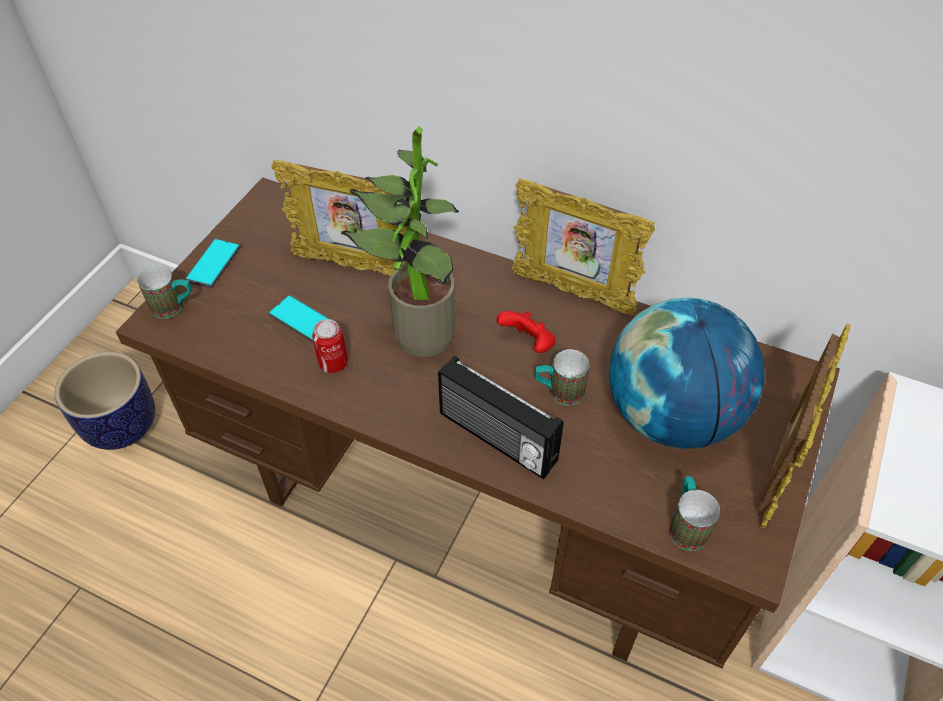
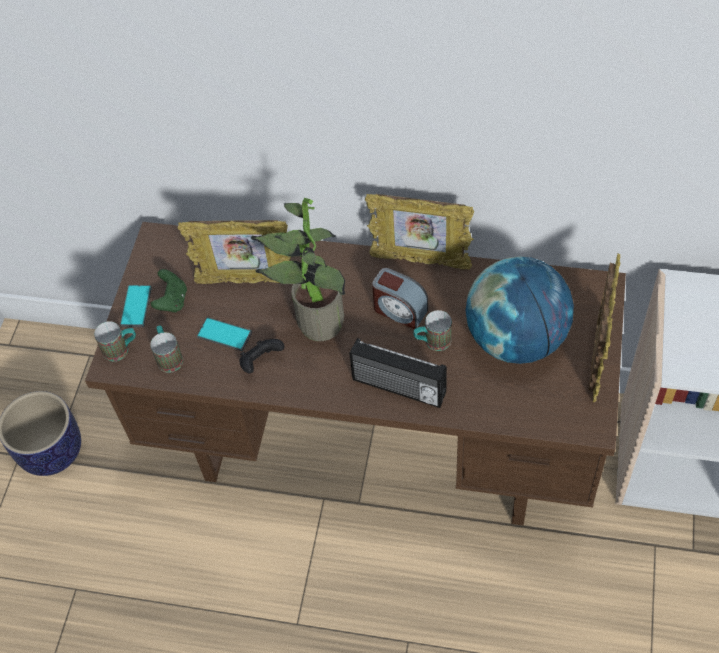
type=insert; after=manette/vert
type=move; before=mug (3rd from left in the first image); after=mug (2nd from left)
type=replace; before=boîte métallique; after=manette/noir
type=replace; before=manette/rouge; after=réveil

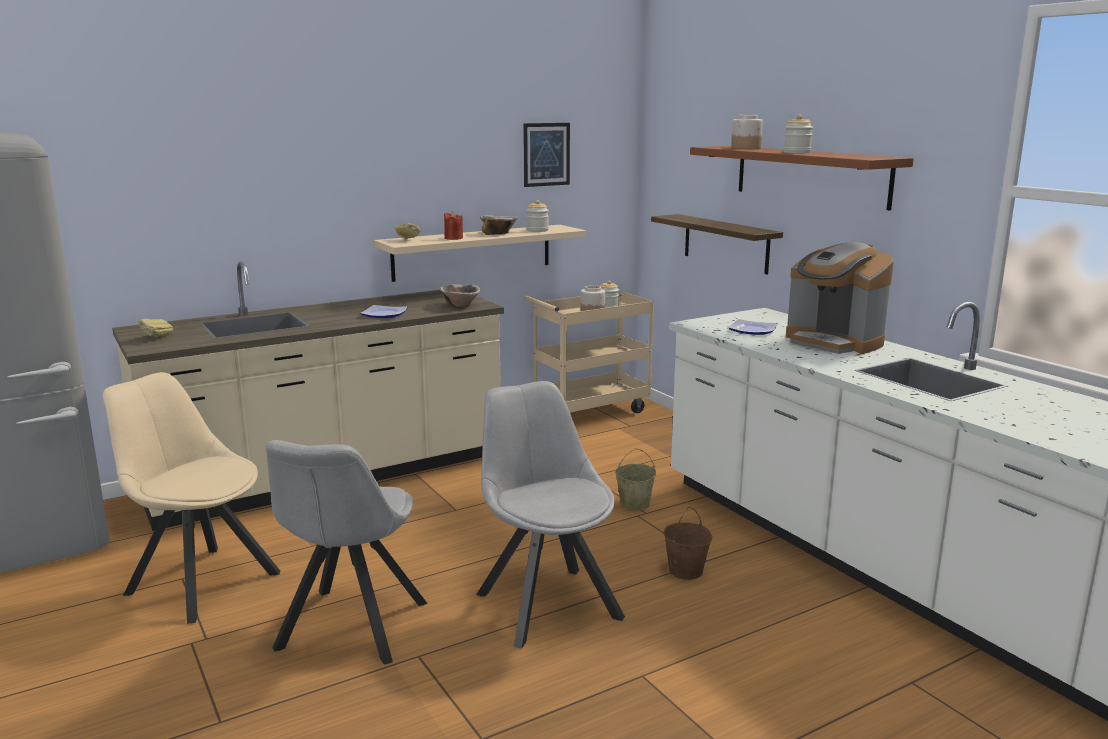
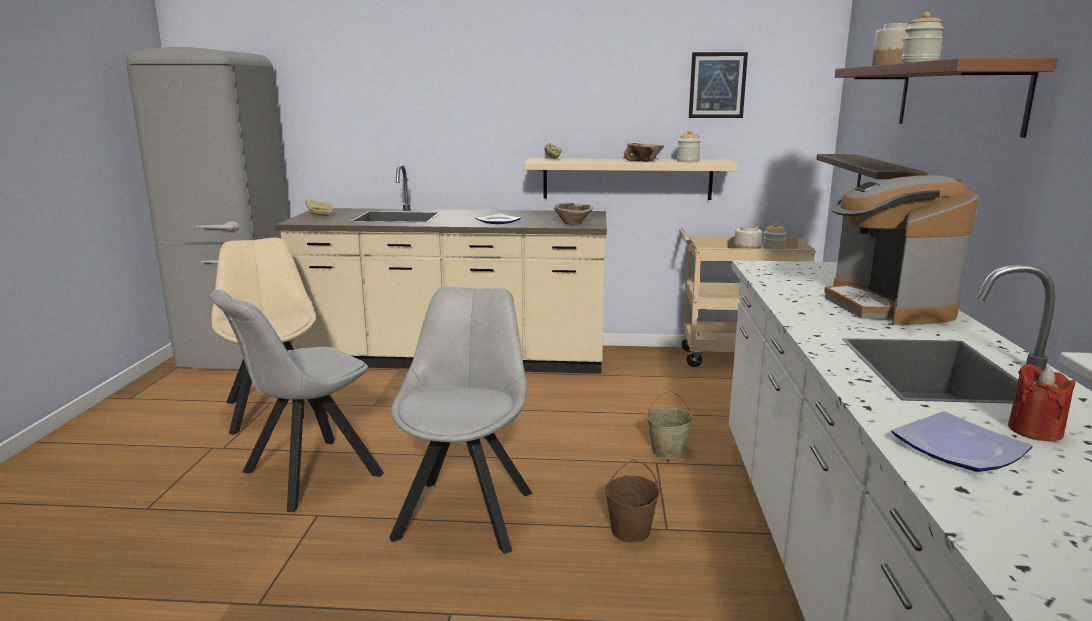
type=move; before=bougie/rouge
type=move; before=assiette (2nd from left)

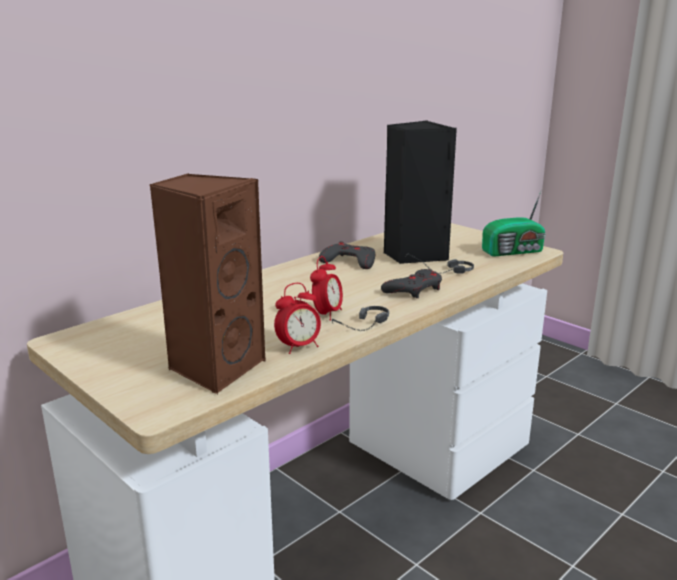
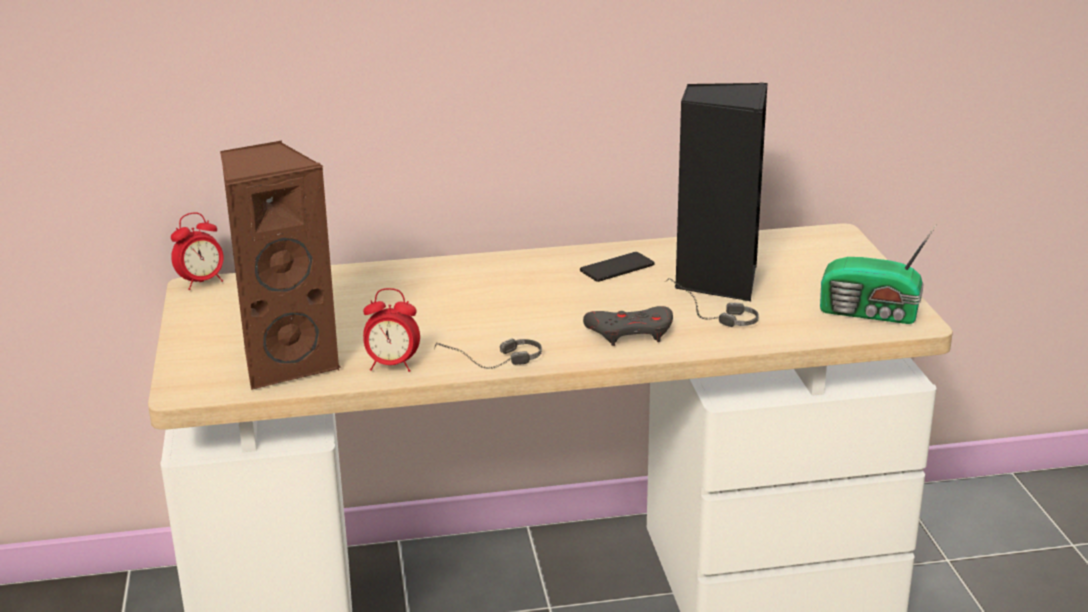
type=move; before=réveil (2nd from left in the first image); after=réveil (1st from left)
type=replace; before=manette/gris (1st from left); after=téléphone

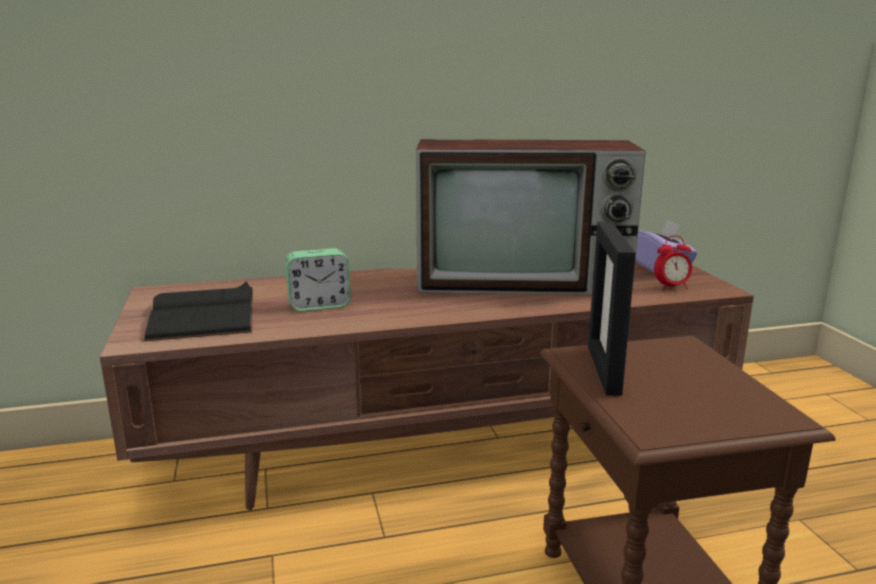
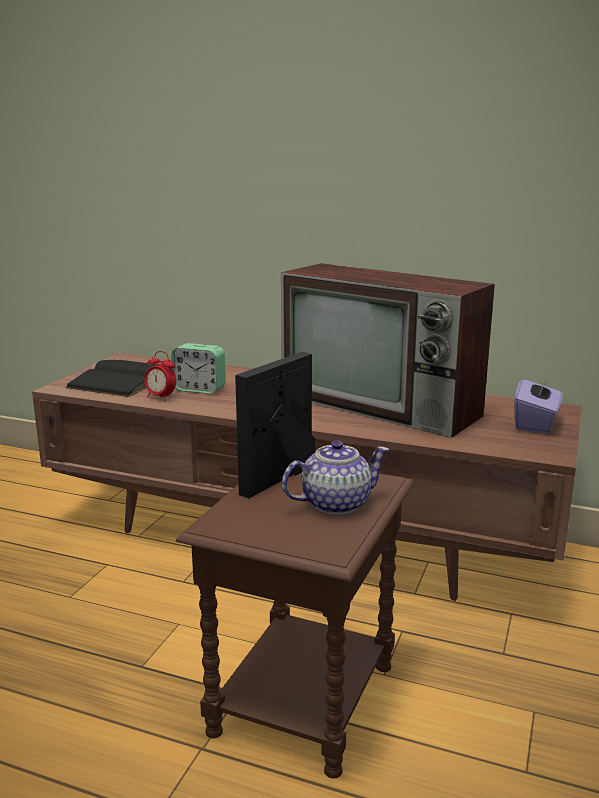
type=insert; after=théière
type=move; before=réveil (2nd from left in the first image); after=réveil (1st from left)

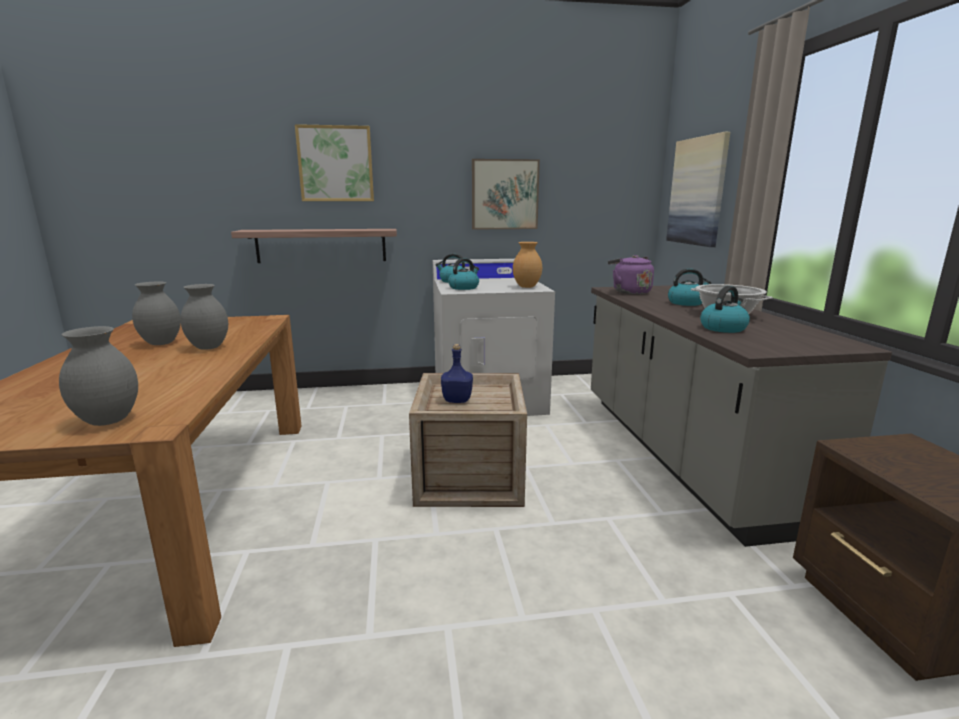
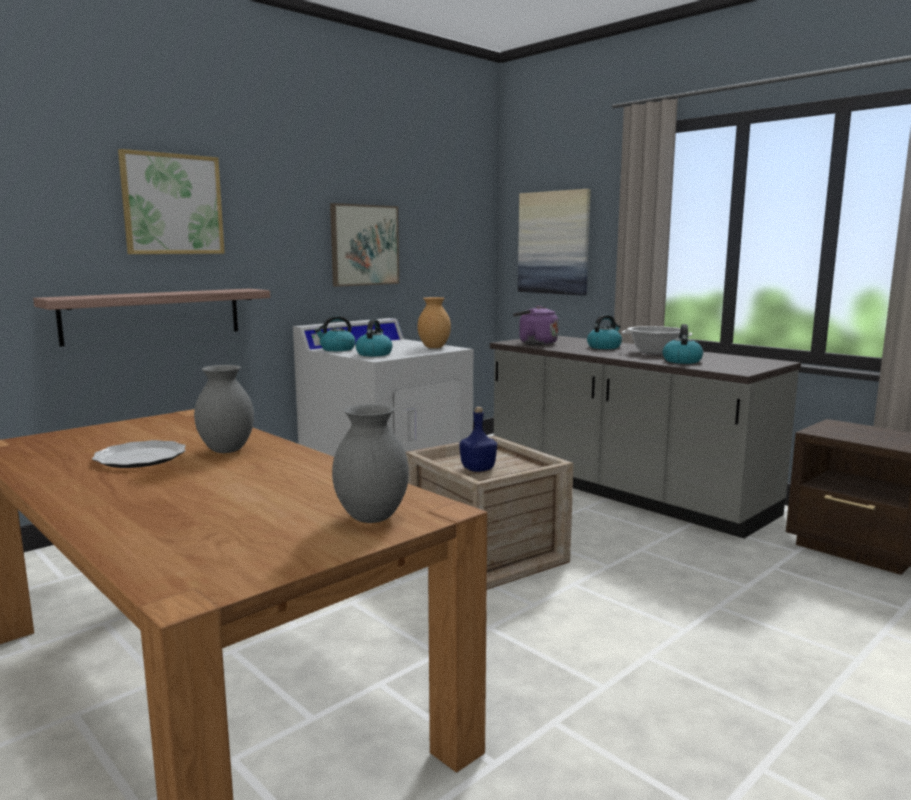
type=replace; before=vase/gris (2nd from left); after=assiette

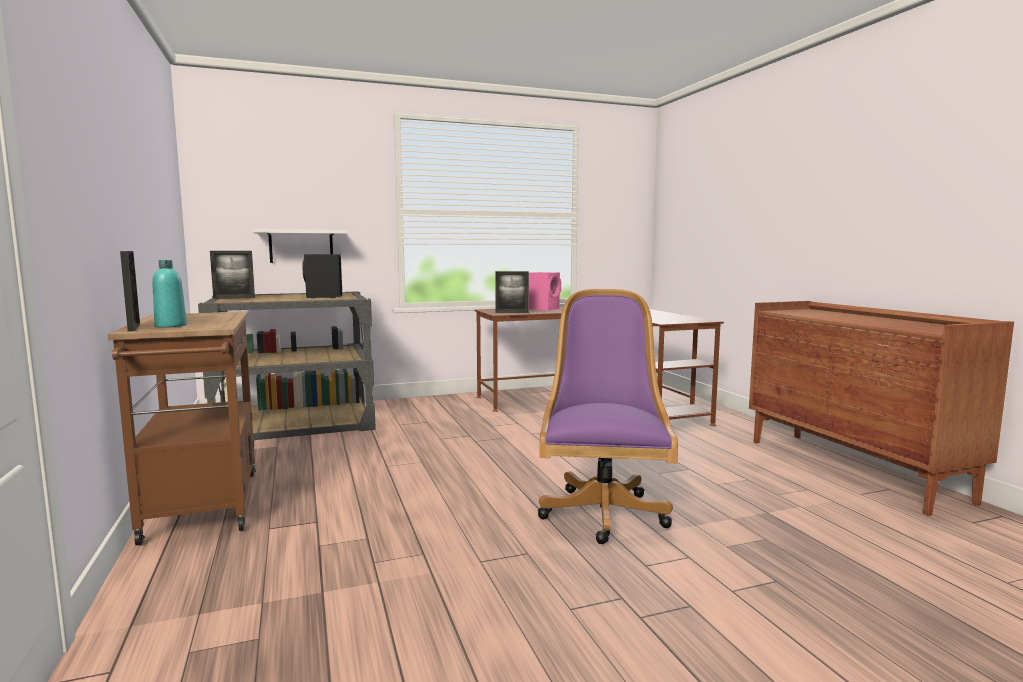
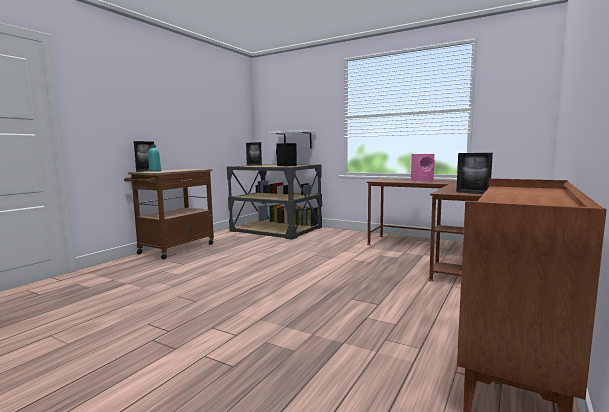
type=delete; before=chaise de bureau/violet
type=move; before=cadre photo (3rd from left)

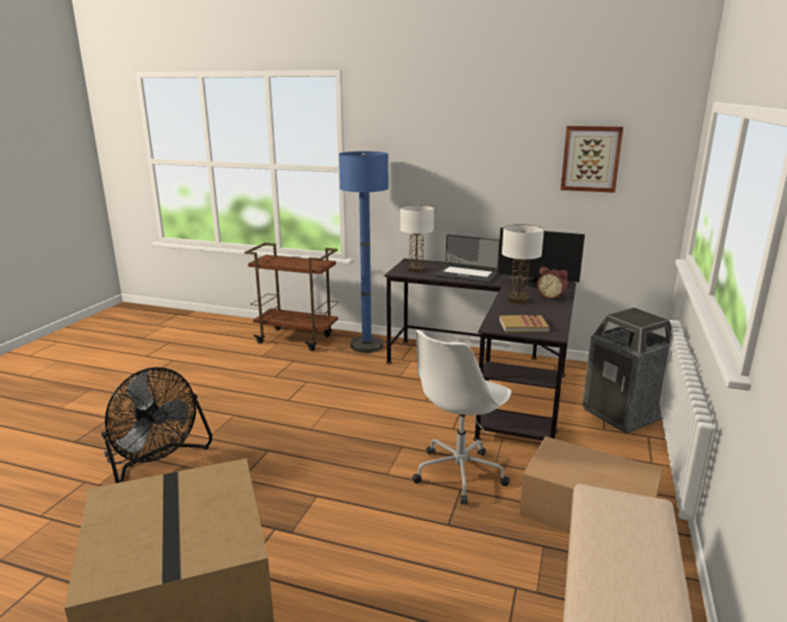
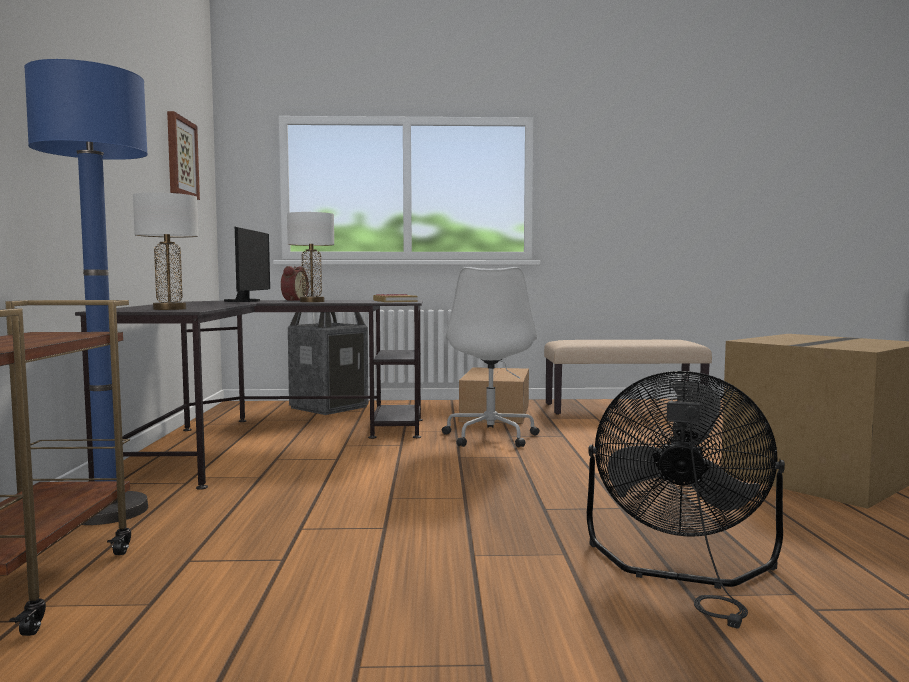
type=delete; before=ordinateur portable
type=rotate; before=chaise de bureau/blanc; turn=75

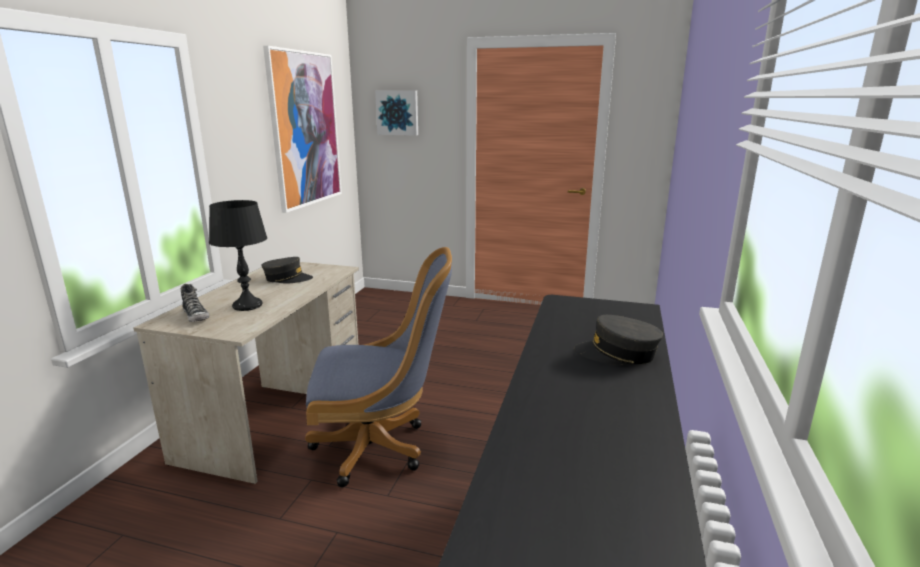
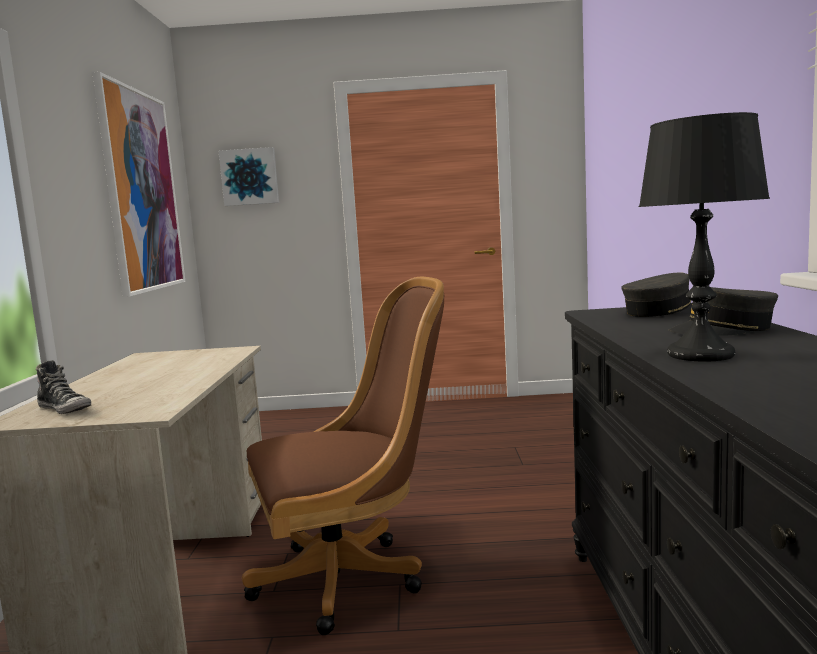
type=move; before=lampe de table/noir
type=move; before=casquette/gris (1st from left)
type=recolor; before=chaise de bureau/bleu; after=chaise de bureau/marron

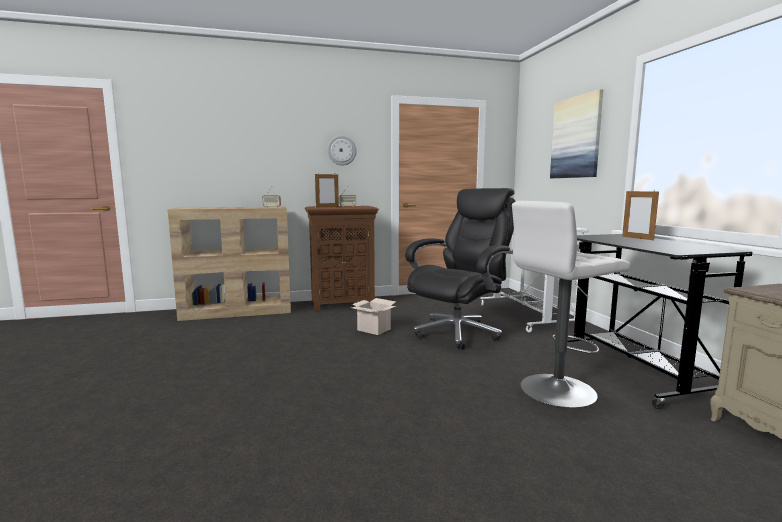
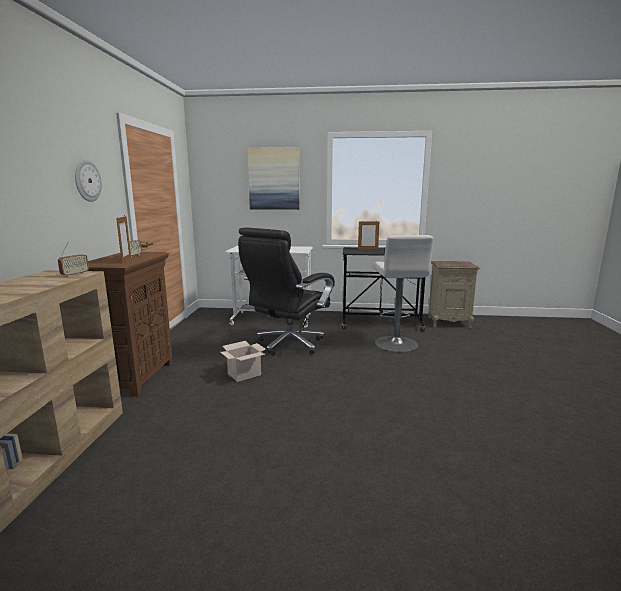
type=rotate; before=chaise de bureau/noir; turn=-120

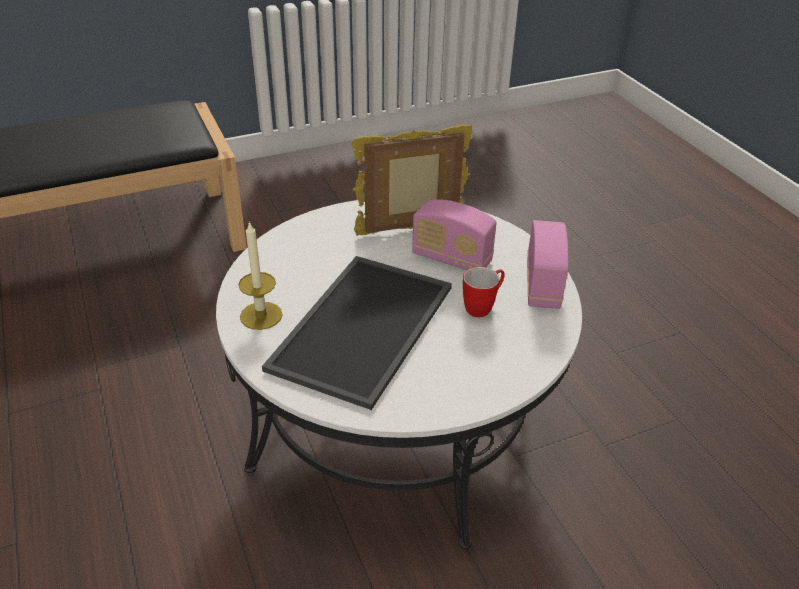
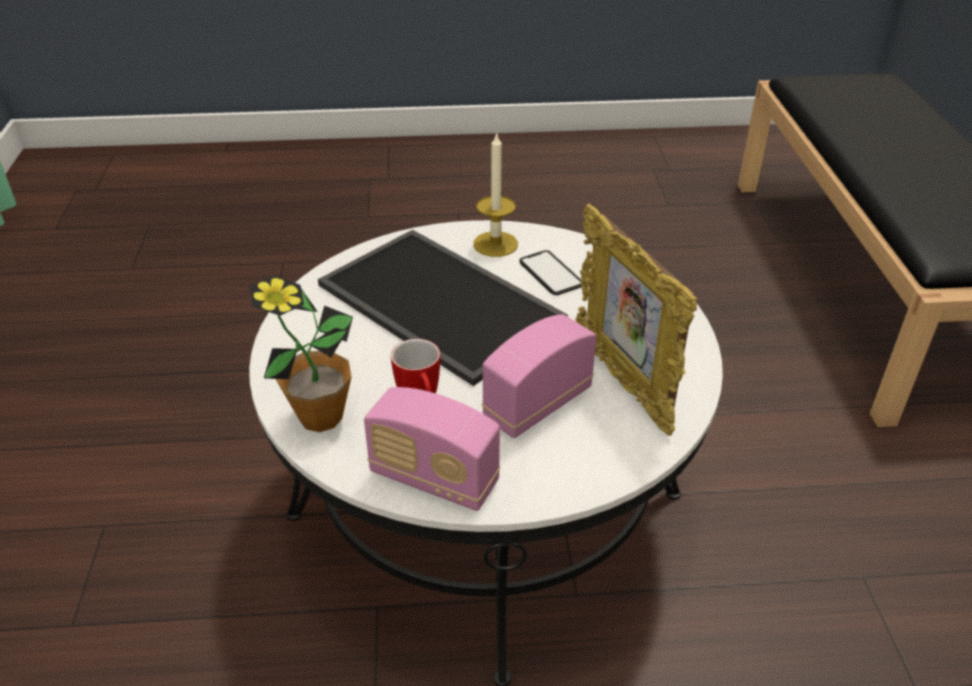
type=insert; after=plante en pot
type=insert; after=téléphone
type=rotate; before=cadre photo; turn=150

